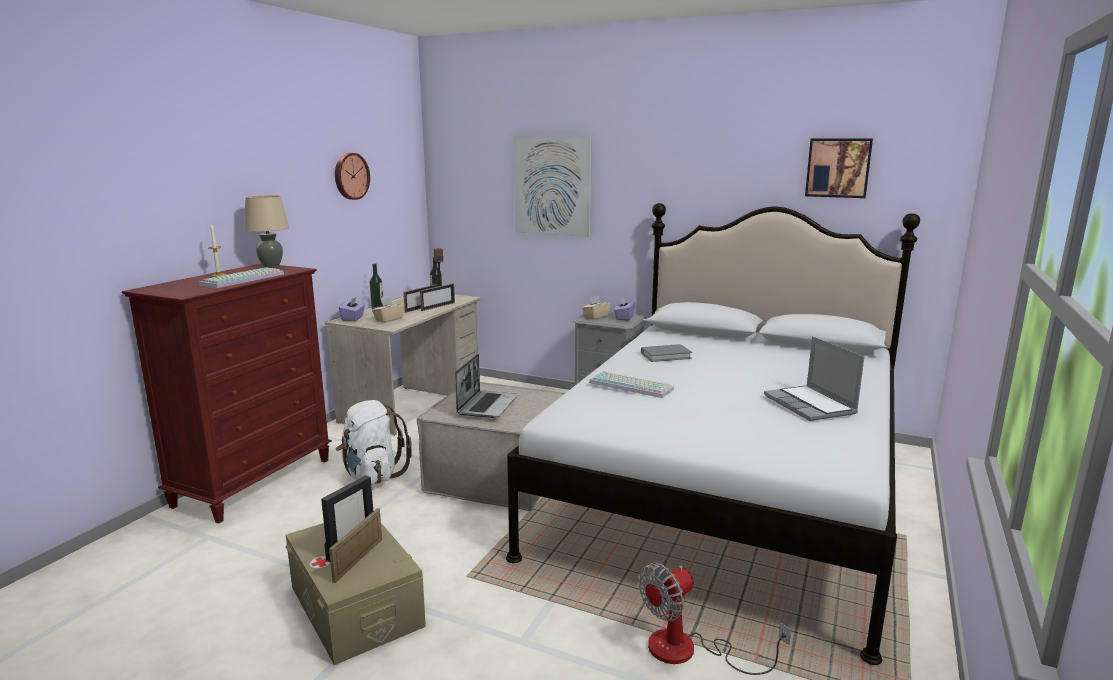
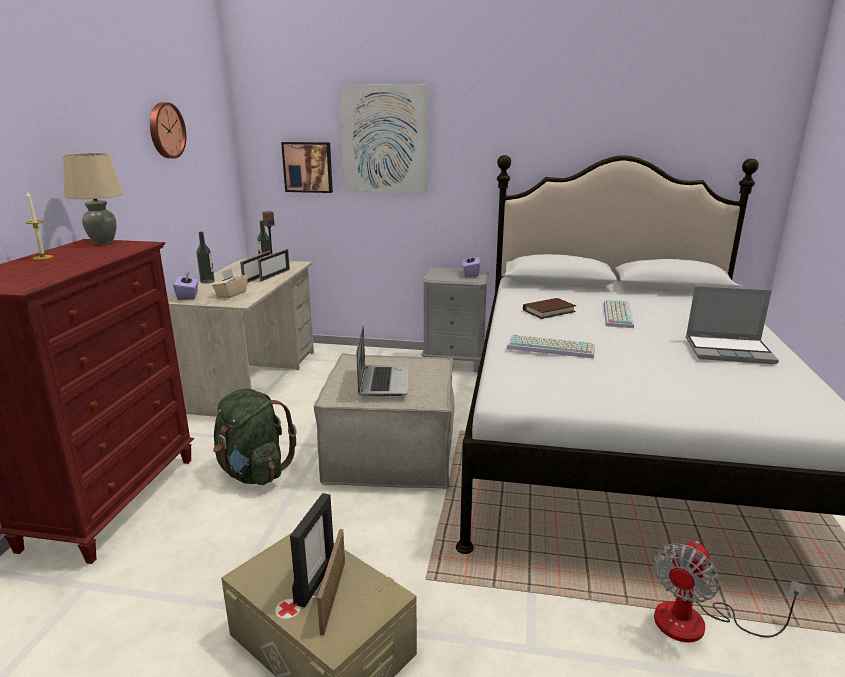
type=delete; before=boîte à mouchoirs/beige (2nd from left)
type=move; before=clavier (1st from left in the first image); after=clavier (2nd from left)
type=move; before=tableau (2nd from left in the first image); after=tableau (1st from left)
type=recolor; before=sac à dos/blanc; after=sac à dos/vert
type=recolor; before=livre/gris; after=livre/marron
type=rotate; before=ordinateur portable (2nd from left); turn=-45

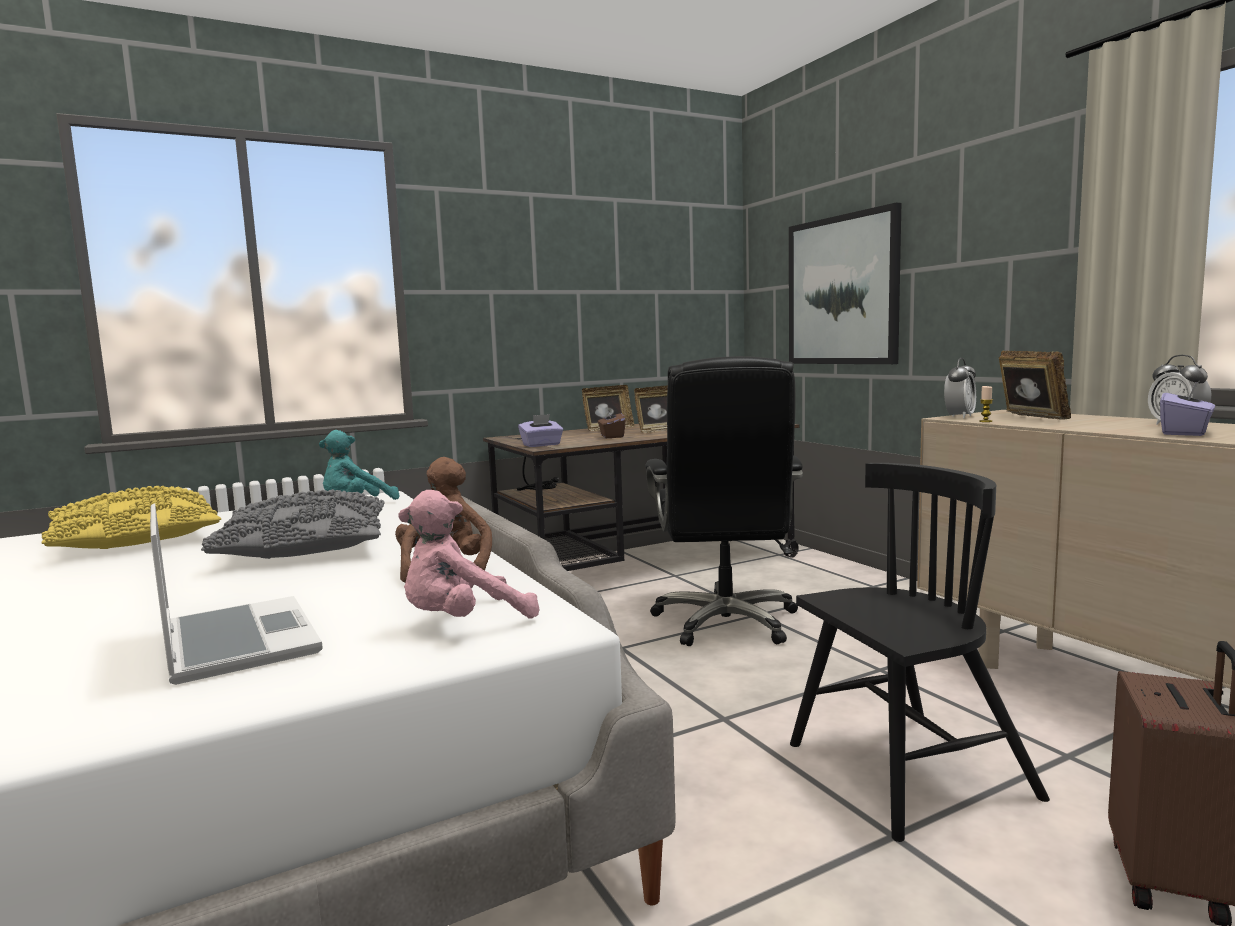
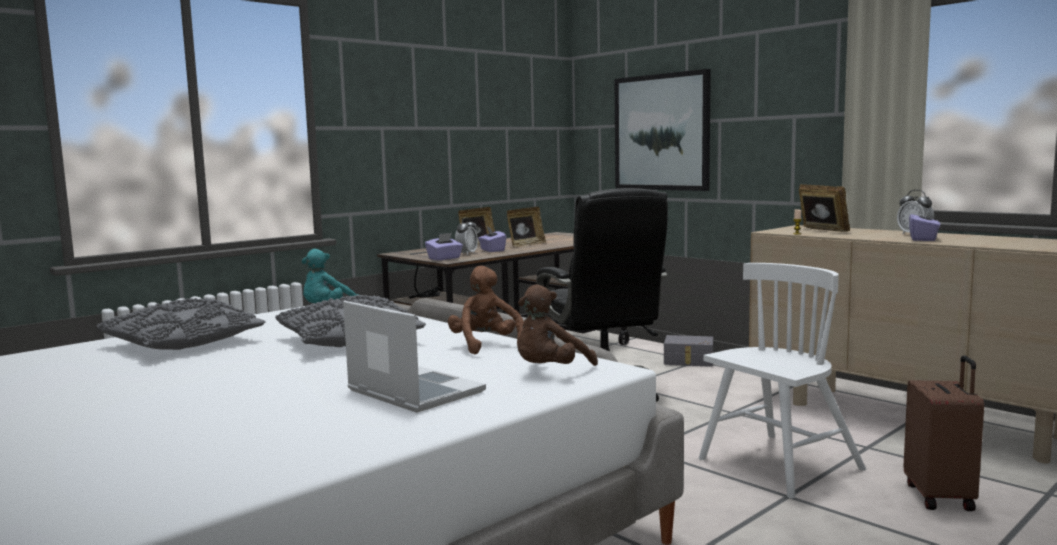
type=insert; after=boîte de rangement/gris
type=move; before=réveil (1st from left)
type=recolor; before=coussin/jaune; after=coussin/gris (1st from left)
type=recolor; before=peluche/rose; after=peluche/marron (2nd from left)
type=recolor; before=boîte à mouchoirs/marron; after=boîte à mouchoirs/violet (2nd from left)
type=recolor; before=chaise/noir; after=chaise/blanc

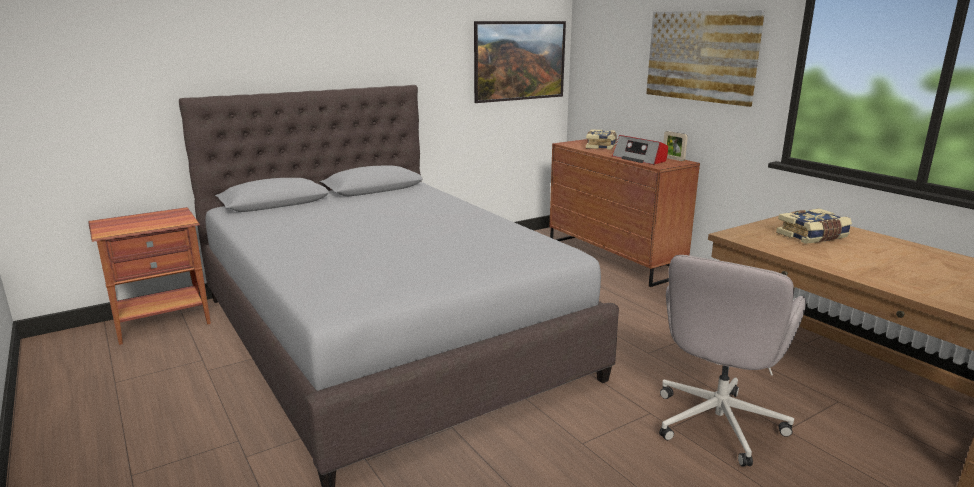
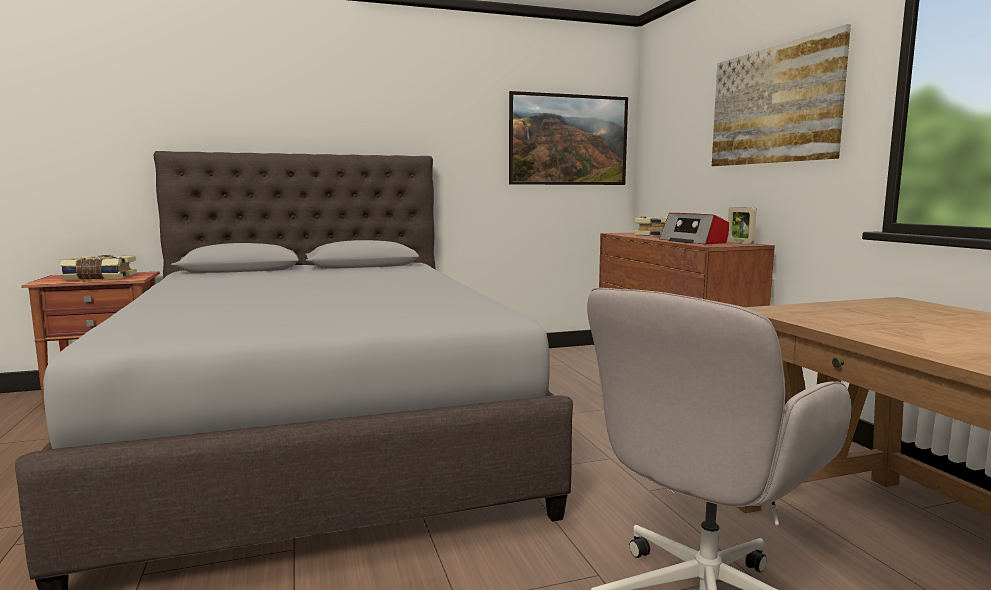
type=move; before=livre (2nd from left in the first image); after=livre (1st from left)

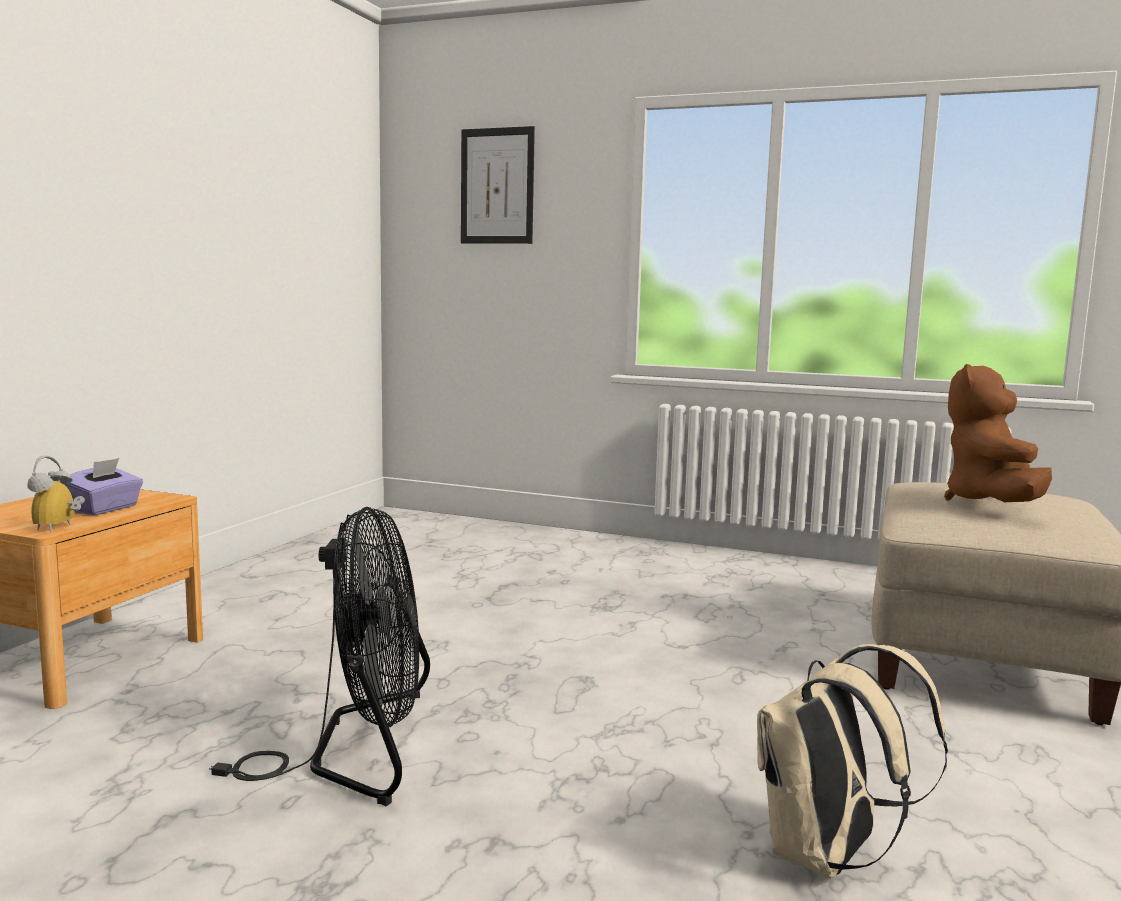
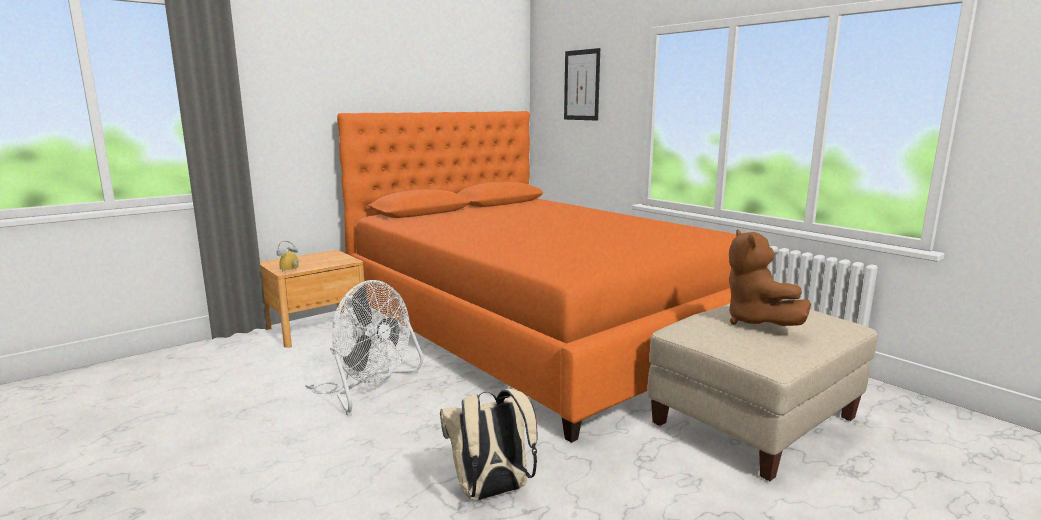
type=delete; before=boîte à mouchoirs/violet
type=insert; after=lit/orange
type=recolor; before=ventilateur/noir; after=ventilateur/blanc
type=rotate; before=peluche/marron; turn=-60

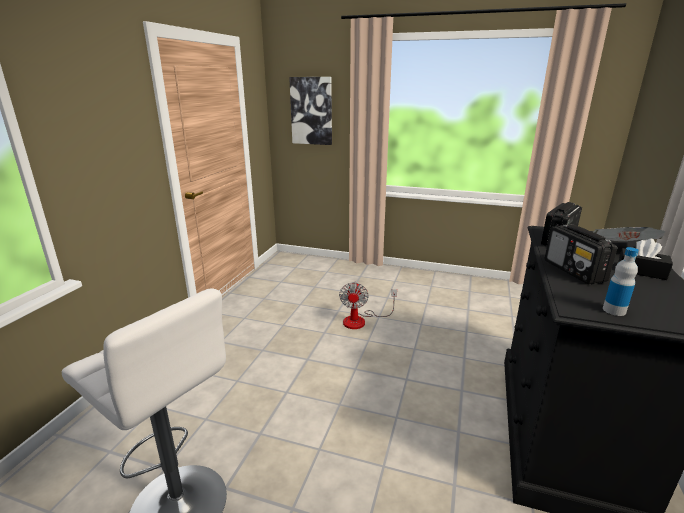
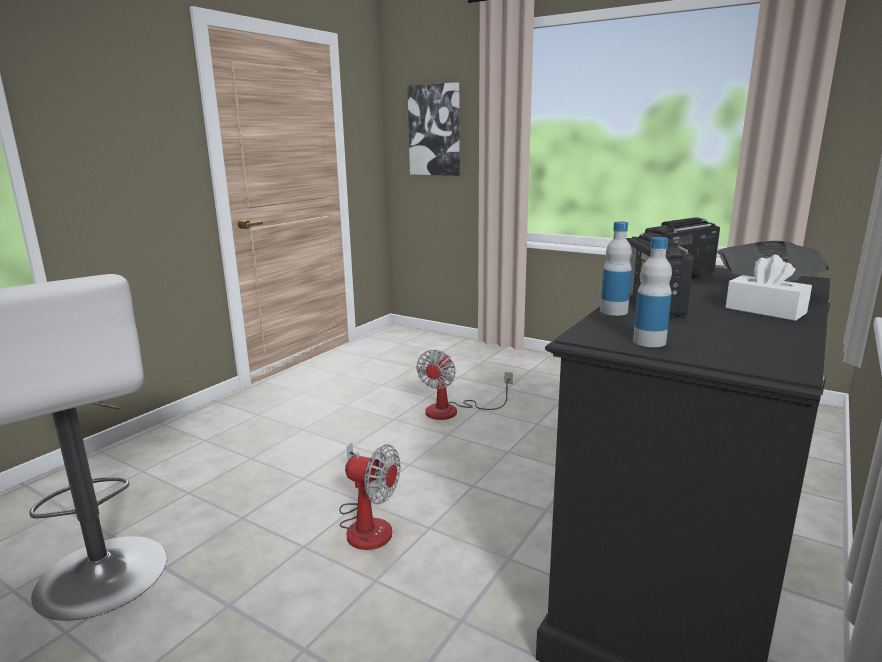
type=insert; after=ventilateur (1st from left)
type=insert; after=bouteille (1st from left)
type=recolor; before=boîte à mouchoirs/noir; after=boîte à mouchoirs/blanc

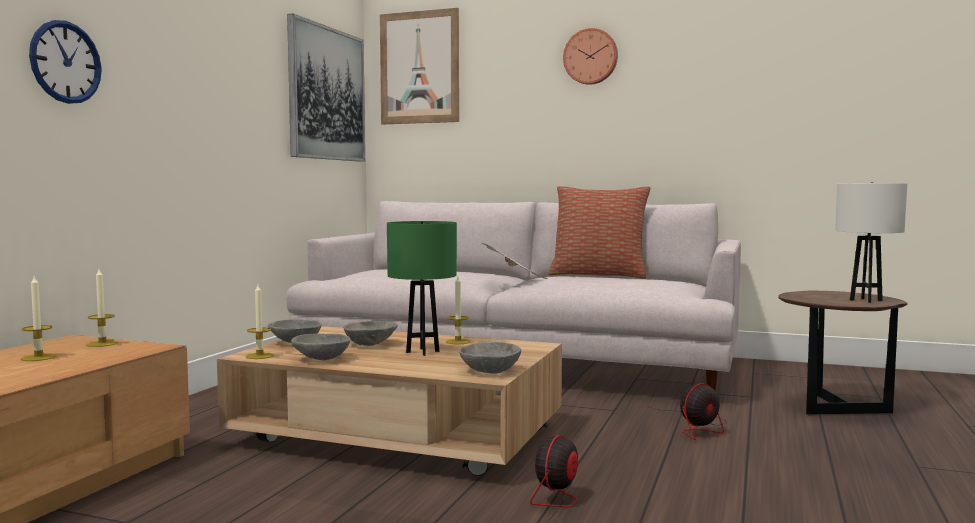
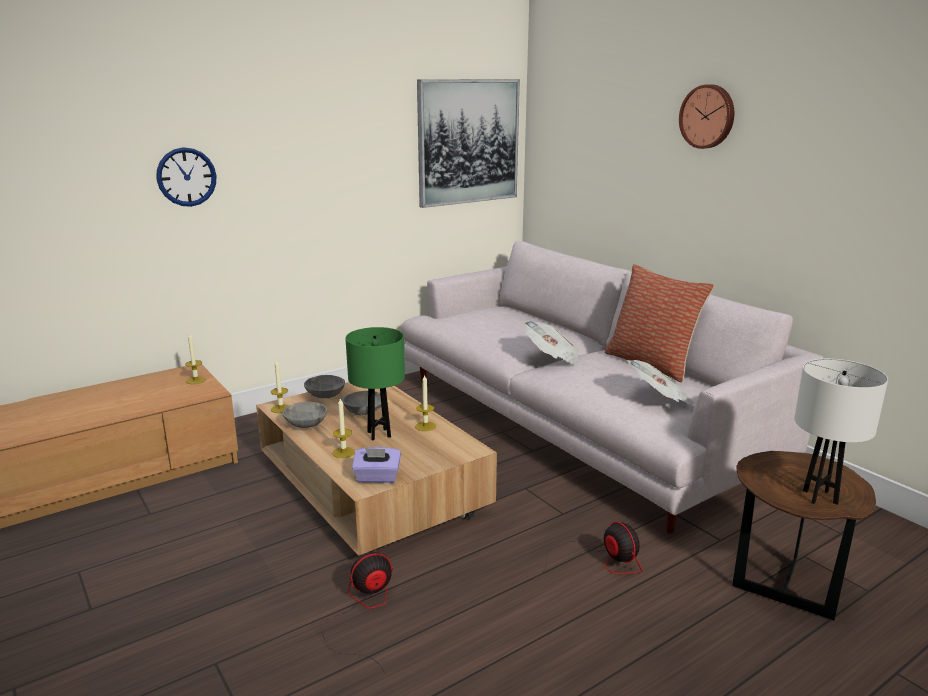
type=delete; before=tableau (2nd from left)
type=insert; after=journal (2nd from left)
type=move; before=bougie (1st from left in the first image); after=bougie (3rd from left)
type=replace; before=bol/gris (4th from left); after=boîte à mouchoirs/violet
type=rotate; before=ventilateur (2nd from left); turn=-120

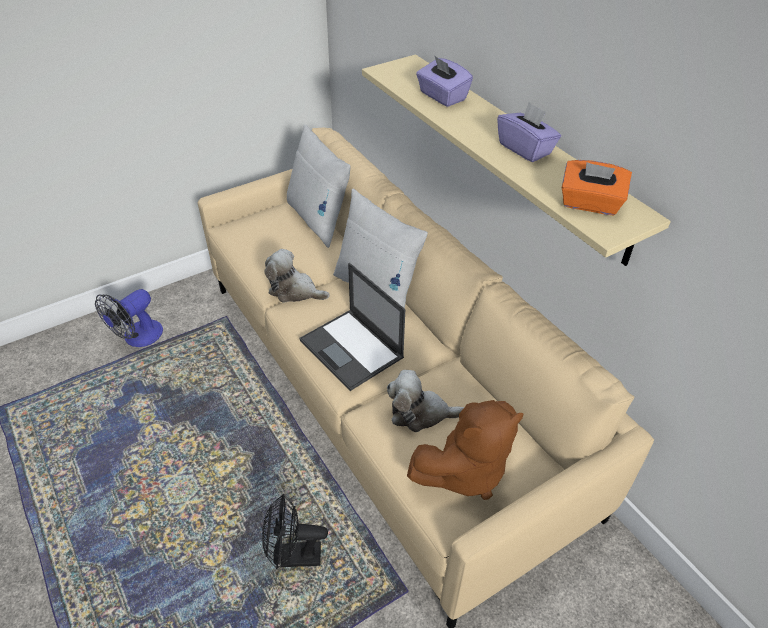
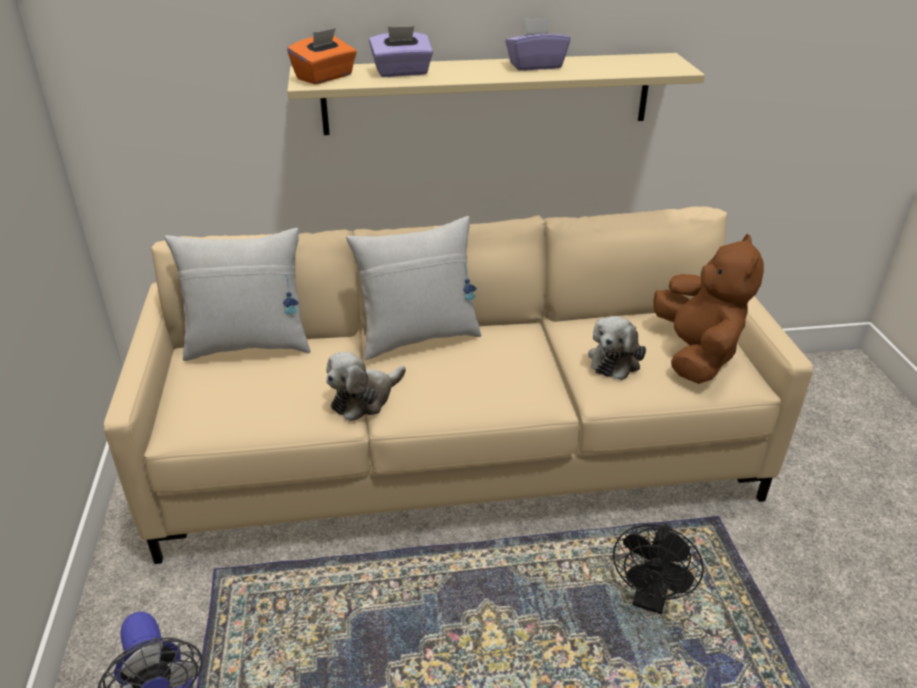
type=delete; before=ordinateur portable
type=move; before=boîte à mouchoirs/orange

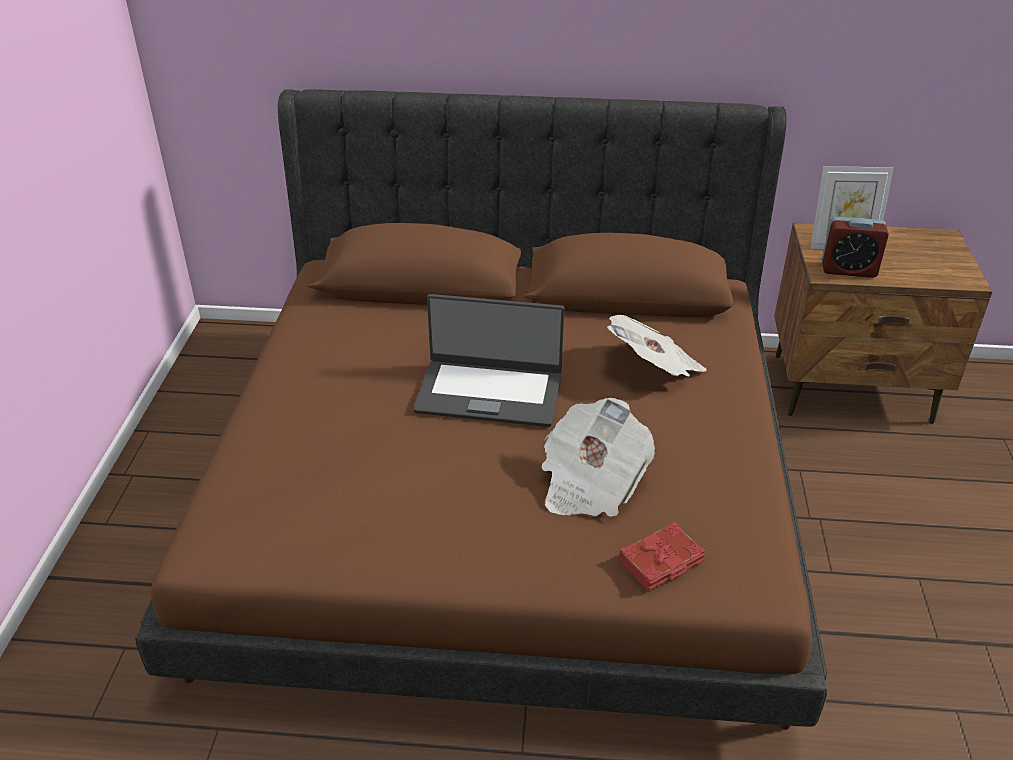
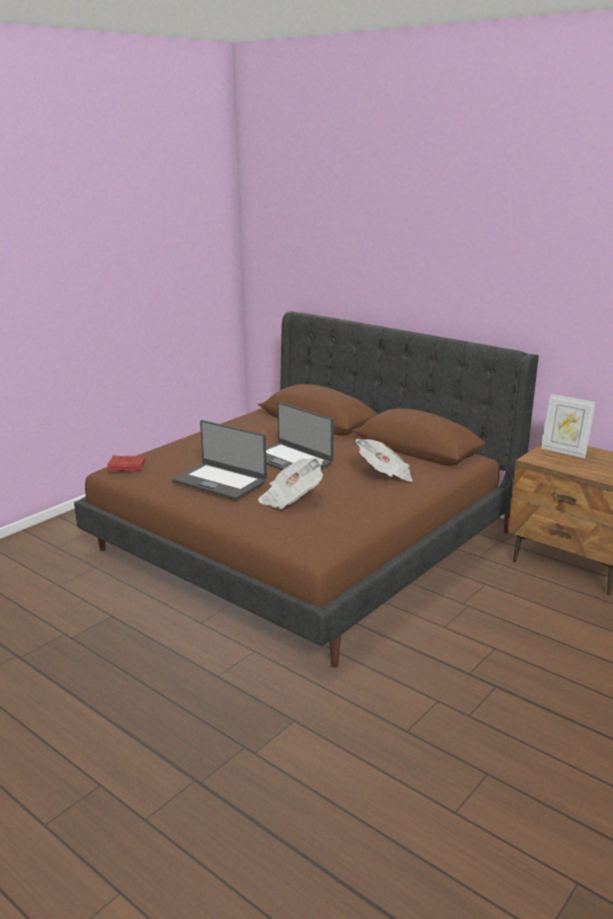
type=delete; before=réveil
type=insert; after=ordinateur portable (1st from left)
type=move; before=livre/rouge

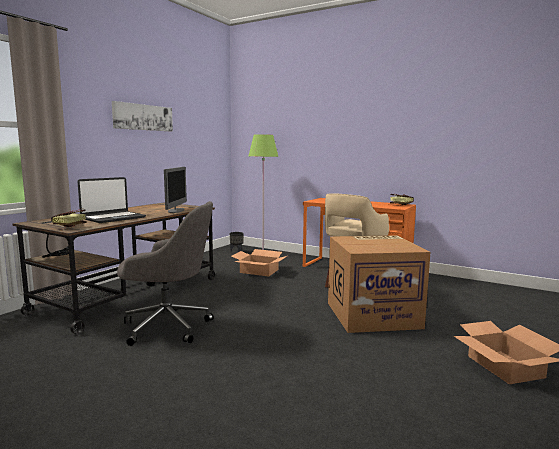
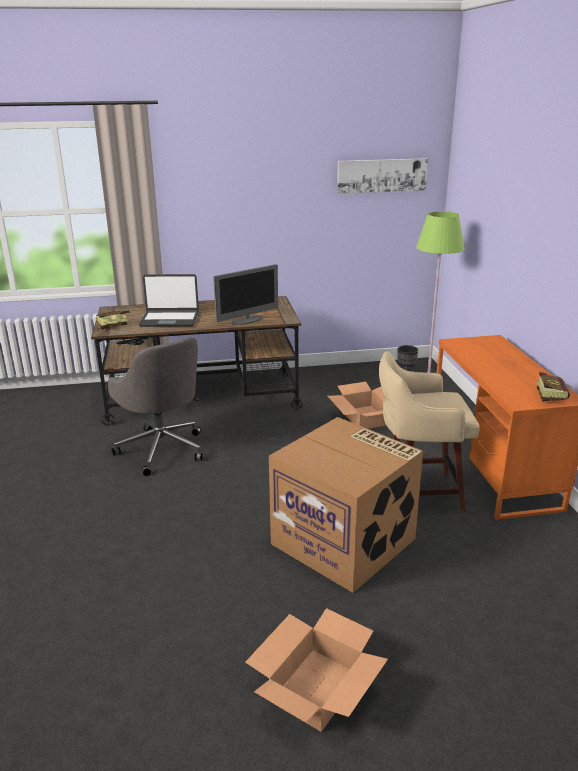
type=move; before=tableau

